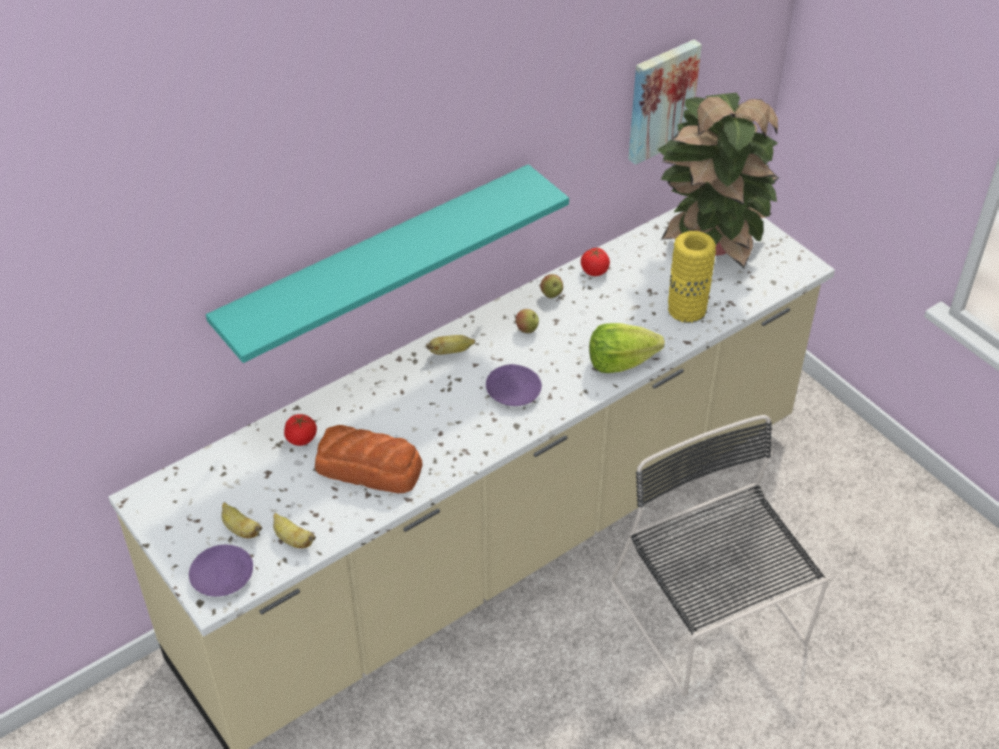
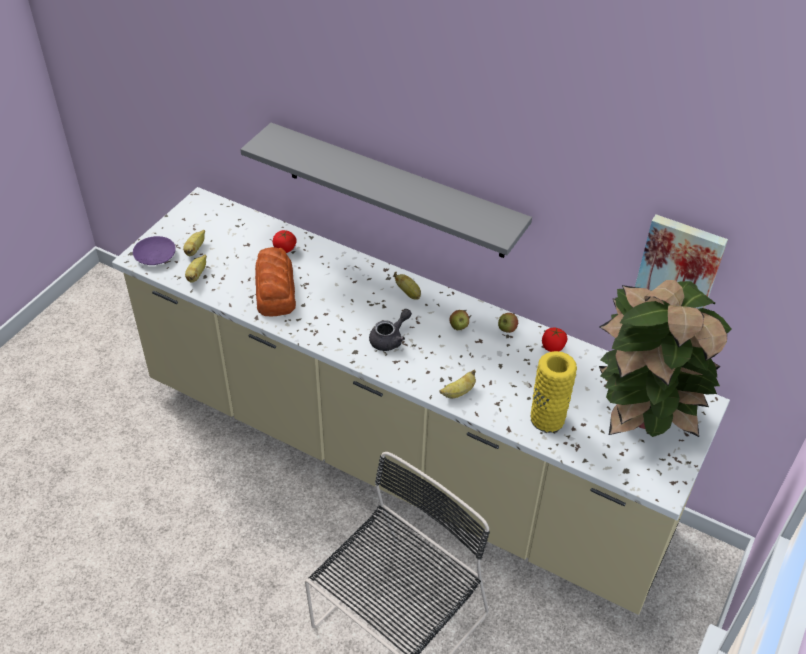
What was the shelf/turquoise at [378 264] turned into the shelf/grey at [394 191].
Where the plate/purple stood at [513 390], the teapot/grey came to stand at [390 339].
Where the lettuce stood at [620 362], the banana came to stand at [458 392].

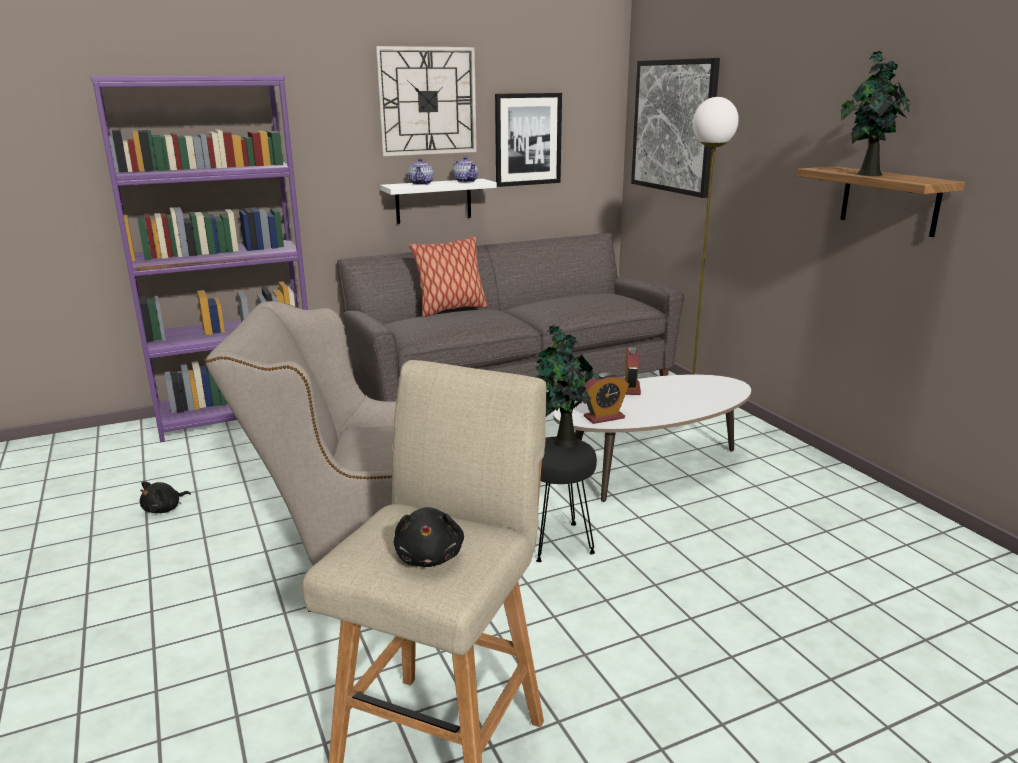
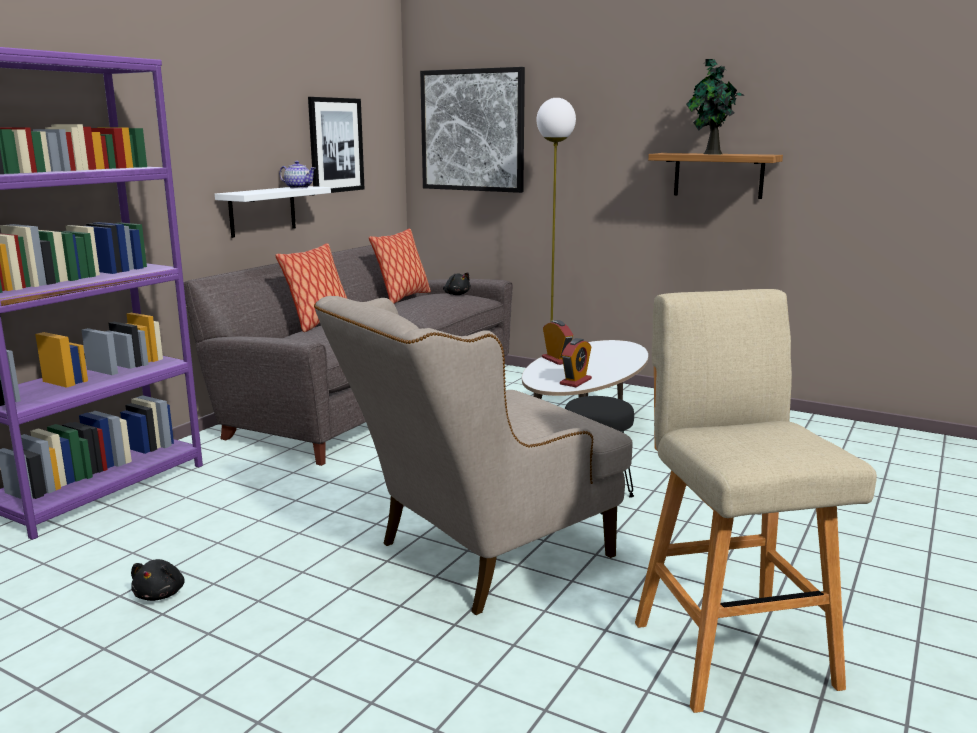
The second view lost the wall clock at [427 101].
The plush toy/black ended up elsewhere, having gone from [430 556] to [456 294].
The second view lost the teapot at [421 184].
The second view lost the potted plant at [563 442].
The second view gained the pillow at [403 297].

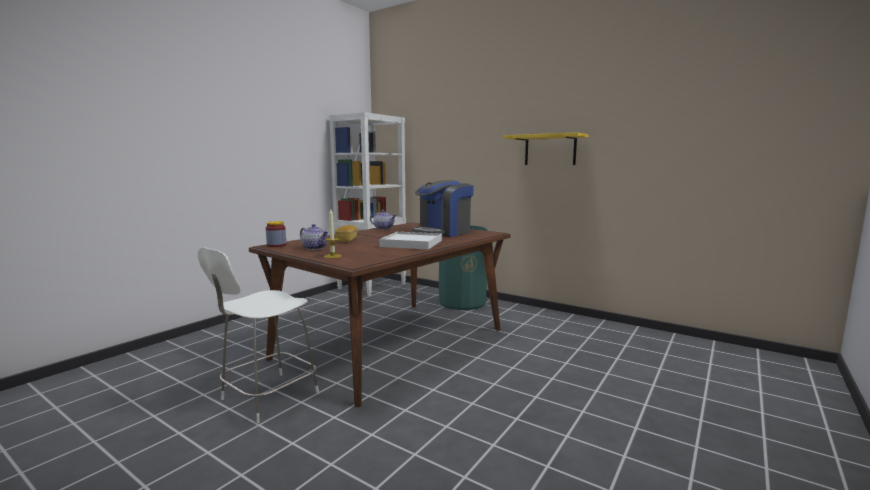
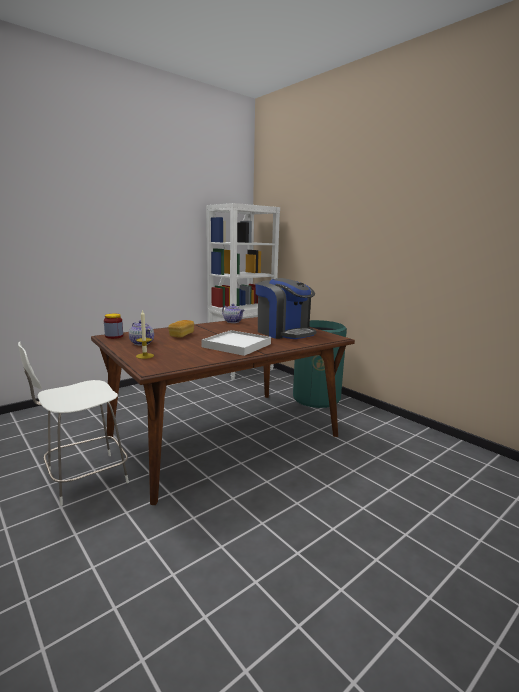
The coffee machine at [443 233] ended up facing another way, 105 degrees counterclockwise from before.
The second view lost the shelf/yellow at [550 150].

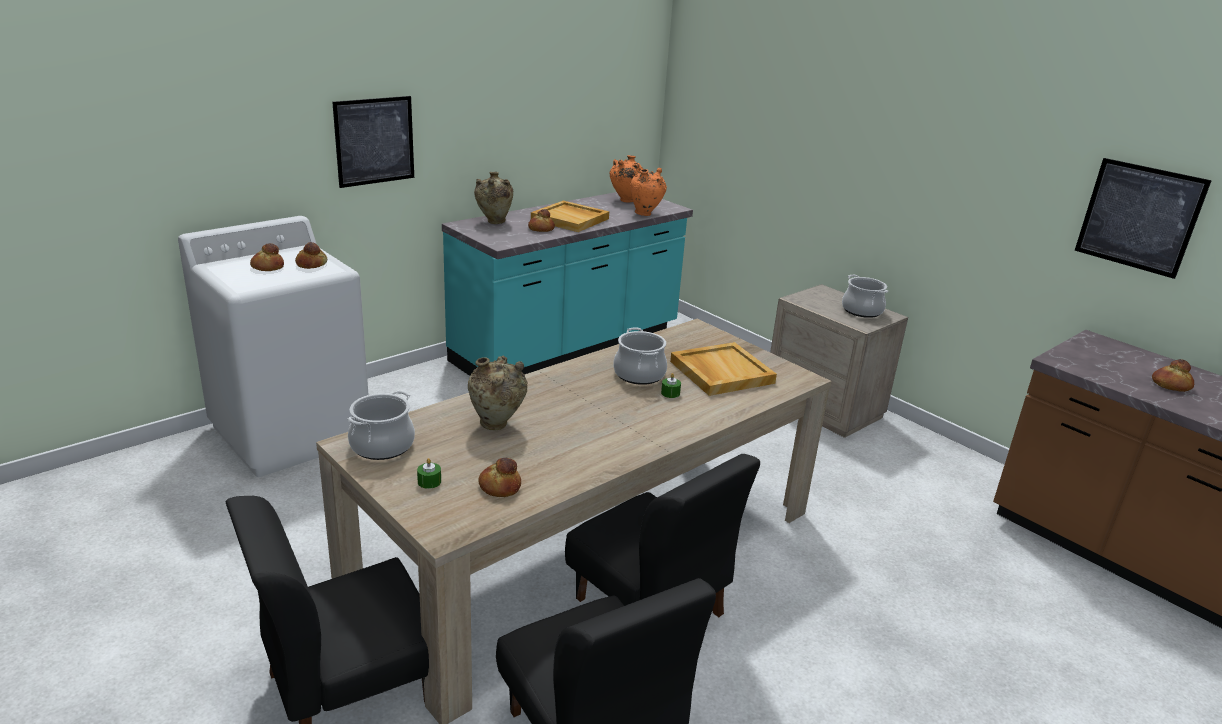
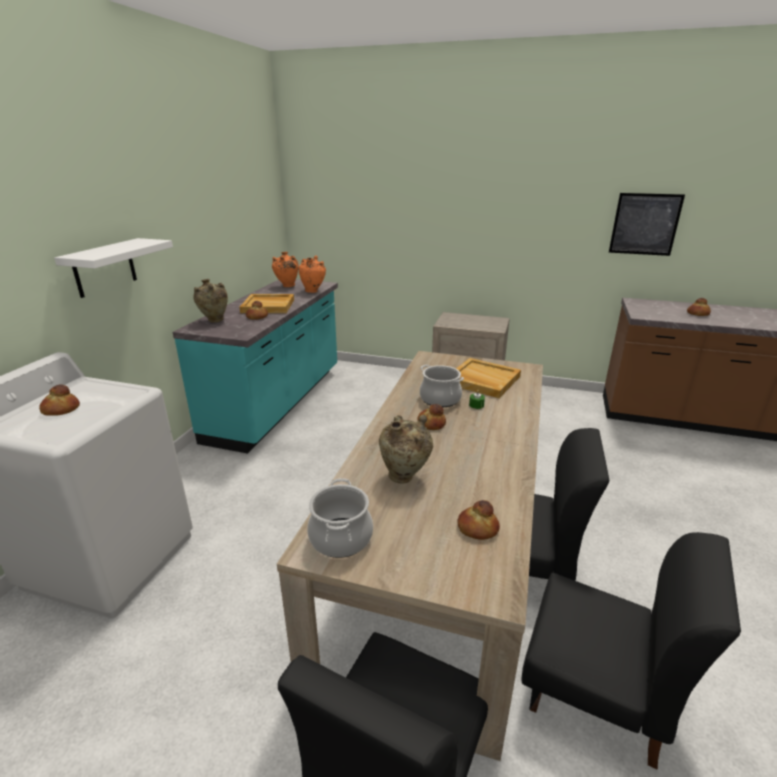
The bread ended up elsewhere, having gone from [311 264] to [431 424].
Where the picture hung at [374 141], the shelf/white came to hang at [104 267].
The second view lost the candle/green at [429 481].
The second view lost the cooking pot at [862 311].

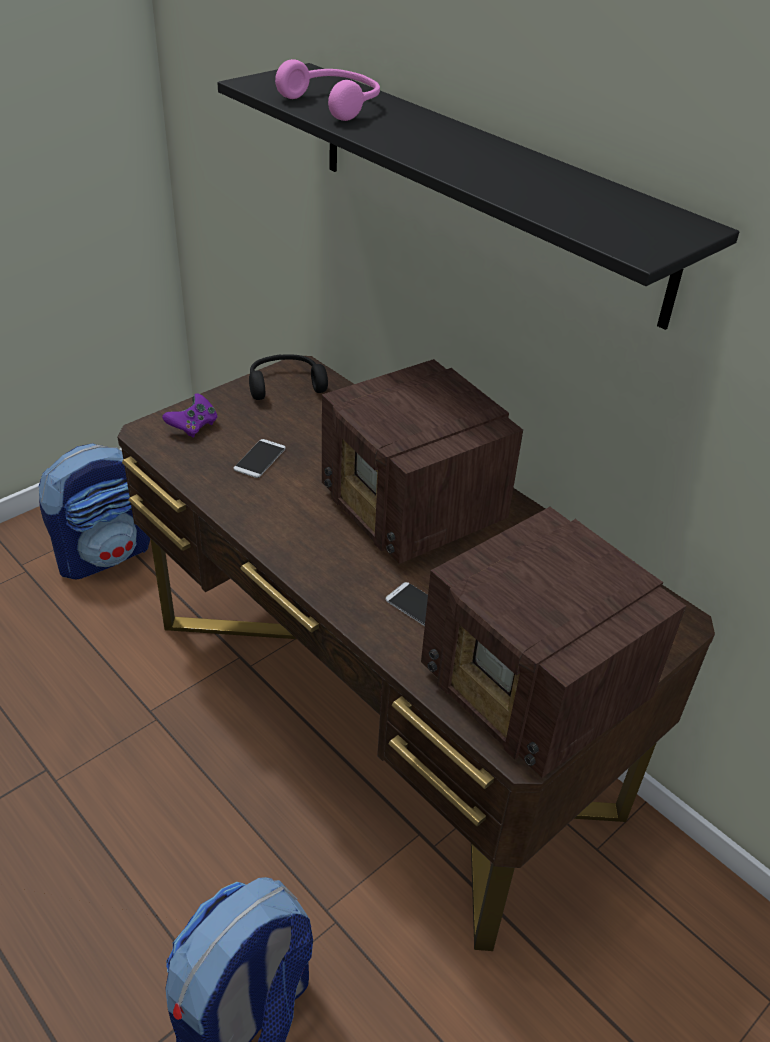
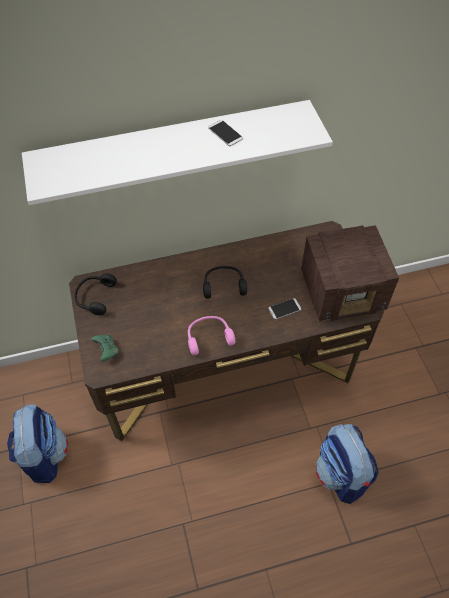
What was the game controller/purple at [193 426] turned into the game controller/green at [107 350].
What was the shelf/black at [483 187] turned into the shelf/white at [172 146].
The phone ended up elsewhere, having gone from [260 459] to [225 133].
The headphones/pink ended up elsewhere, having gone from [335 104] to [209 337].
Where the radio stood at [413 510], the headphones/black came to stand at [224 285].

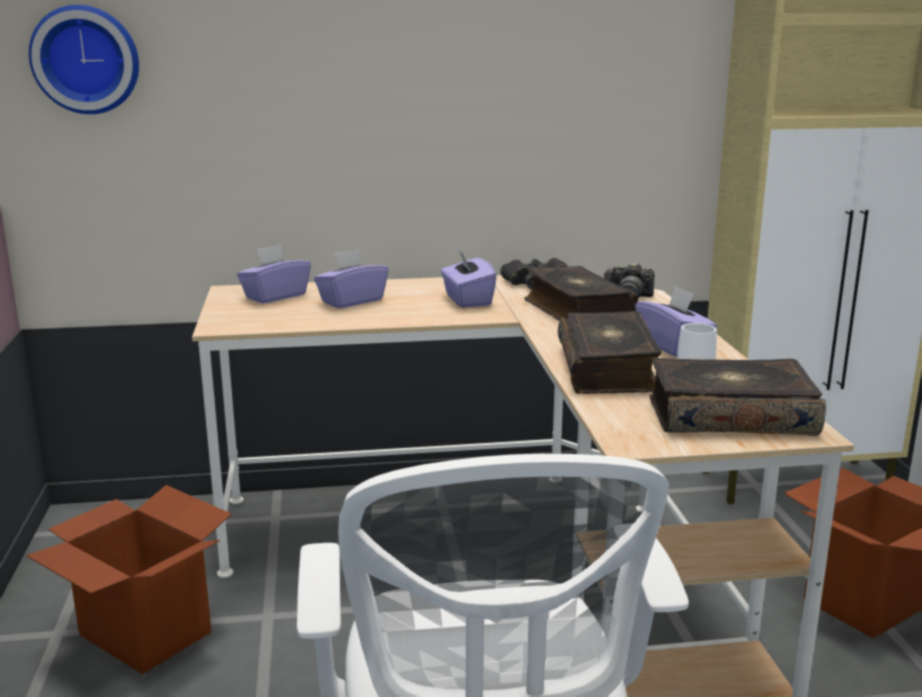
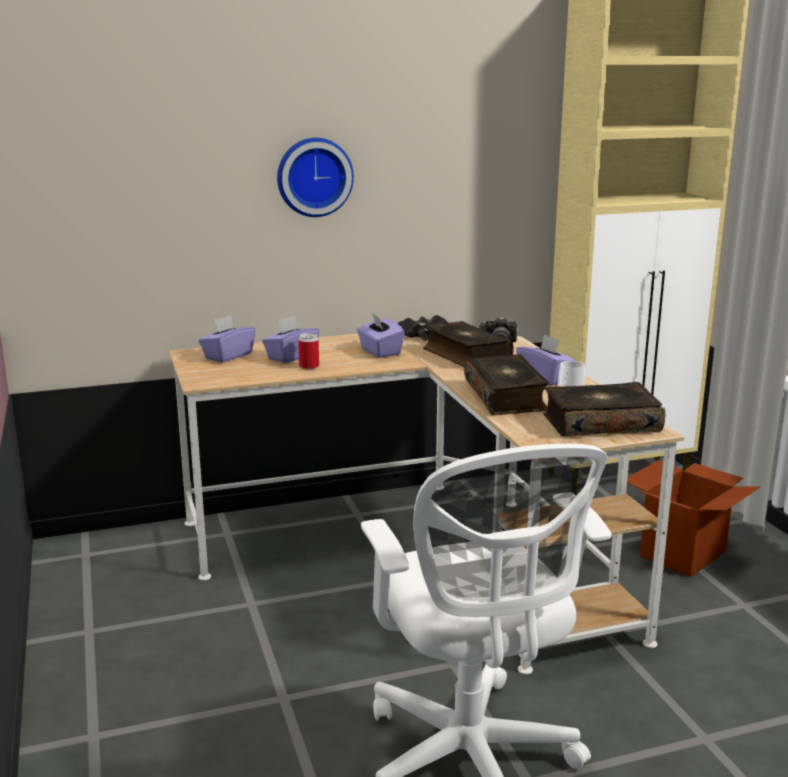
The second view lost the cardboard box at [144 633].
The wall clock ended up elsewhere, having gone from [86 59] to [314 177].
The second view gained the can at [309 366].

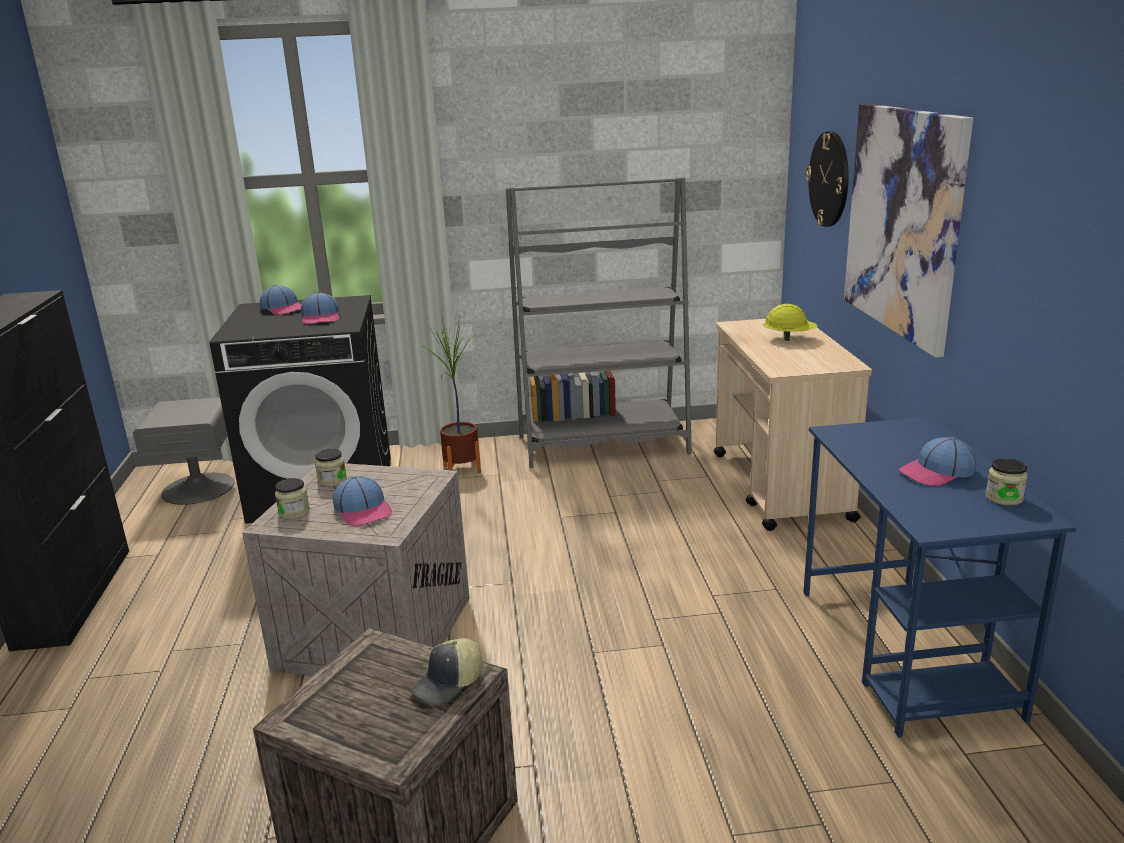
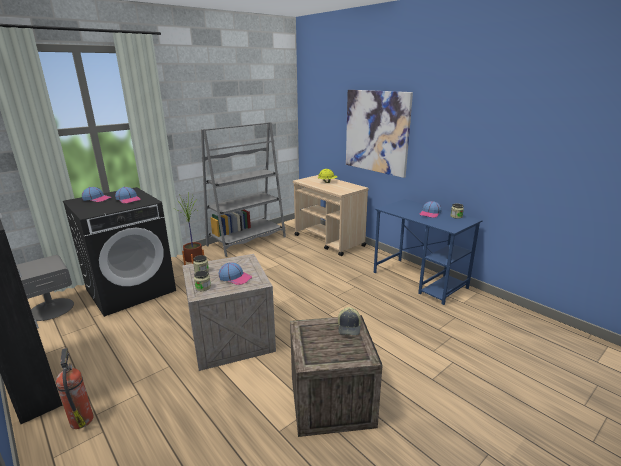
The second view lost the wall clock at [829 179].
The second view gained the fire extinguisher at [82 419].

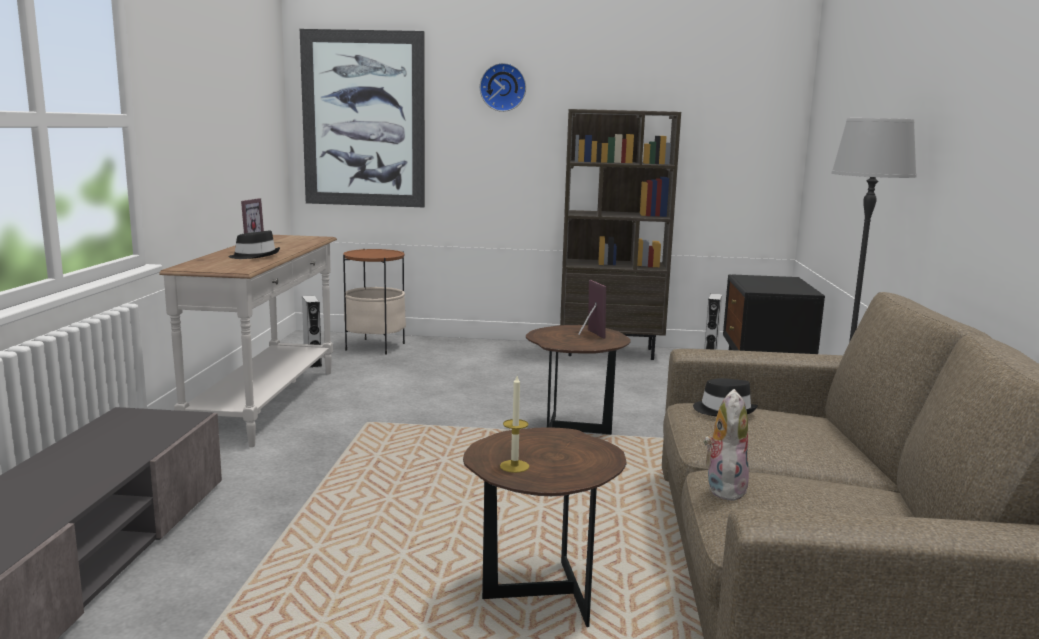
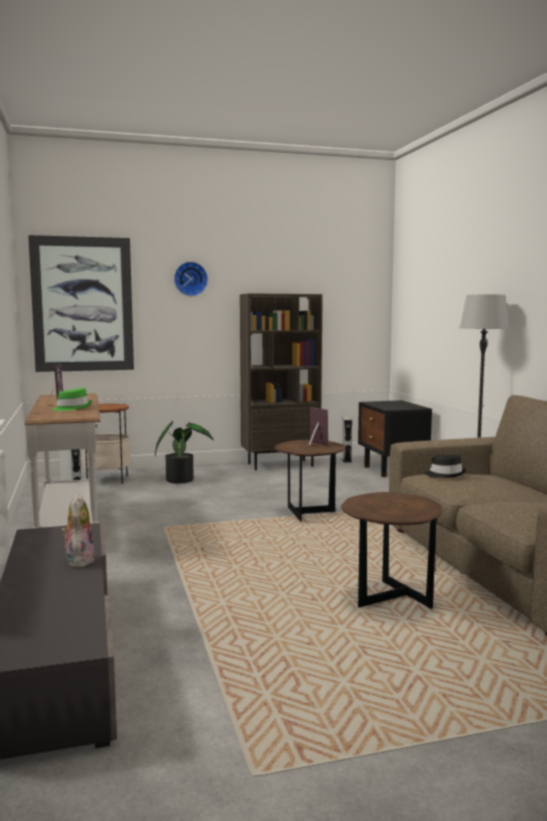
What was the hat/black at [255 256] turned into the hat/green at [72 408].
The second view lost the candle at [514 466].
The plush toy ended up elsewhere, having gone from [723 488] to [78 561].
The second view gained the potted plant at [182 479].

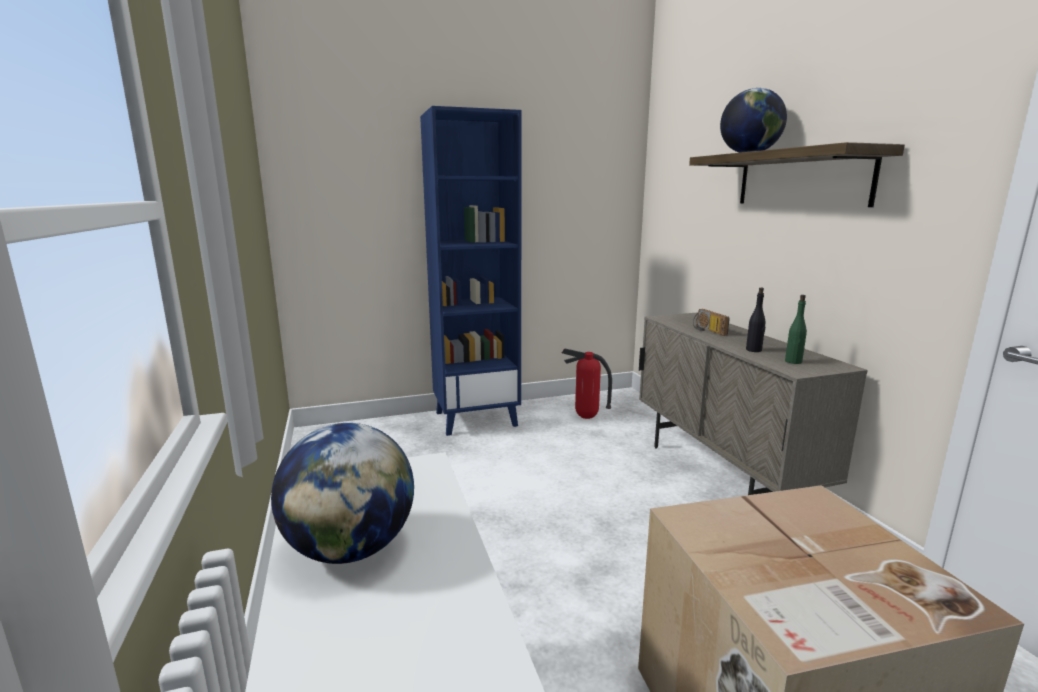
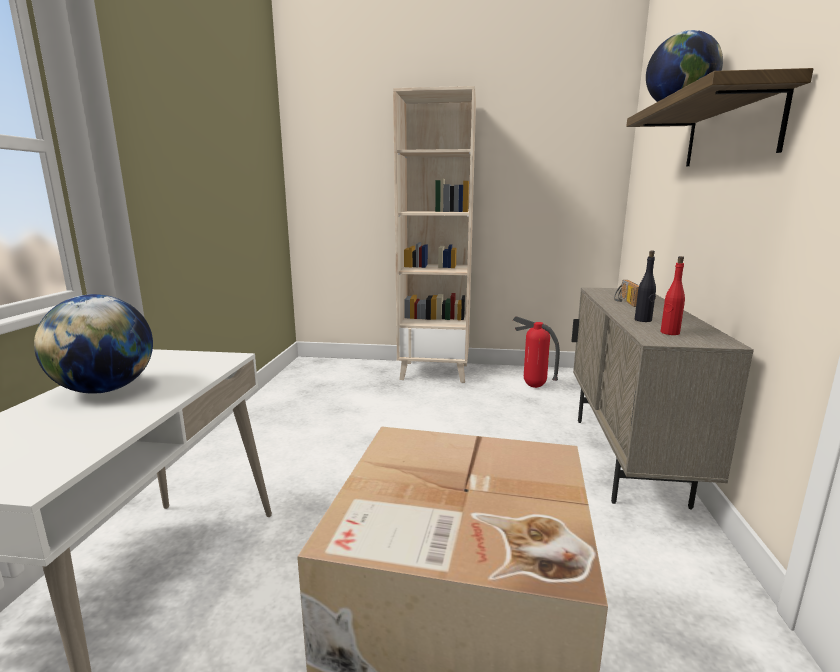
What was the bookcase/blue at [476 418] turned into the bookcase/beige at [435 372].
What was the bottle/green at [793 361] turned into the bottle/red at [669 333].

